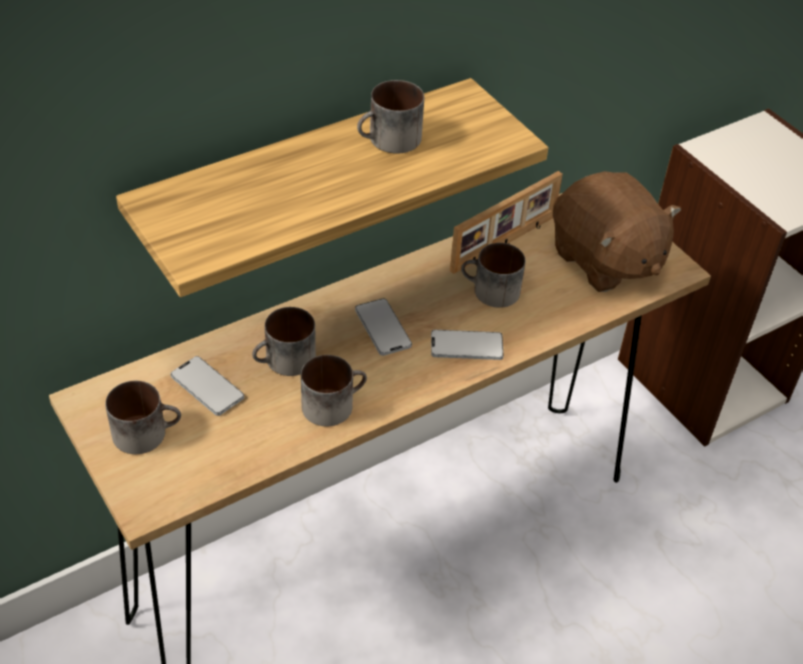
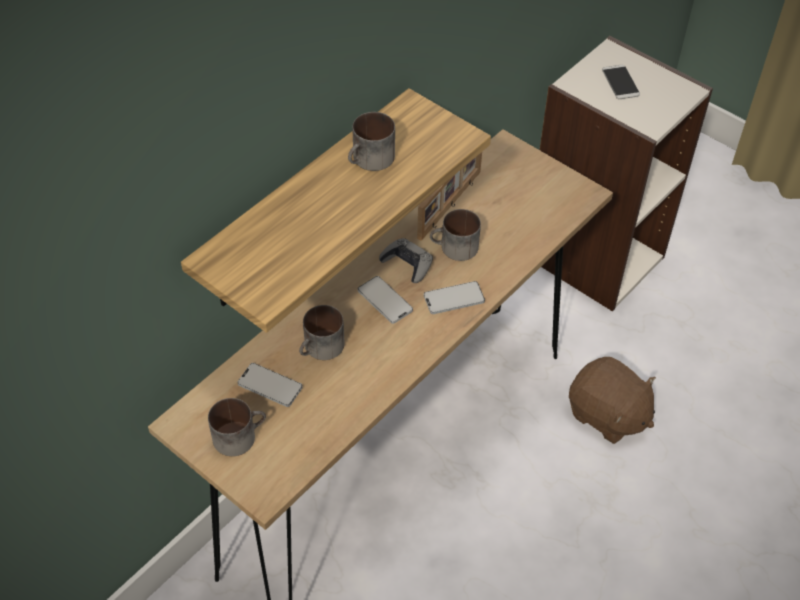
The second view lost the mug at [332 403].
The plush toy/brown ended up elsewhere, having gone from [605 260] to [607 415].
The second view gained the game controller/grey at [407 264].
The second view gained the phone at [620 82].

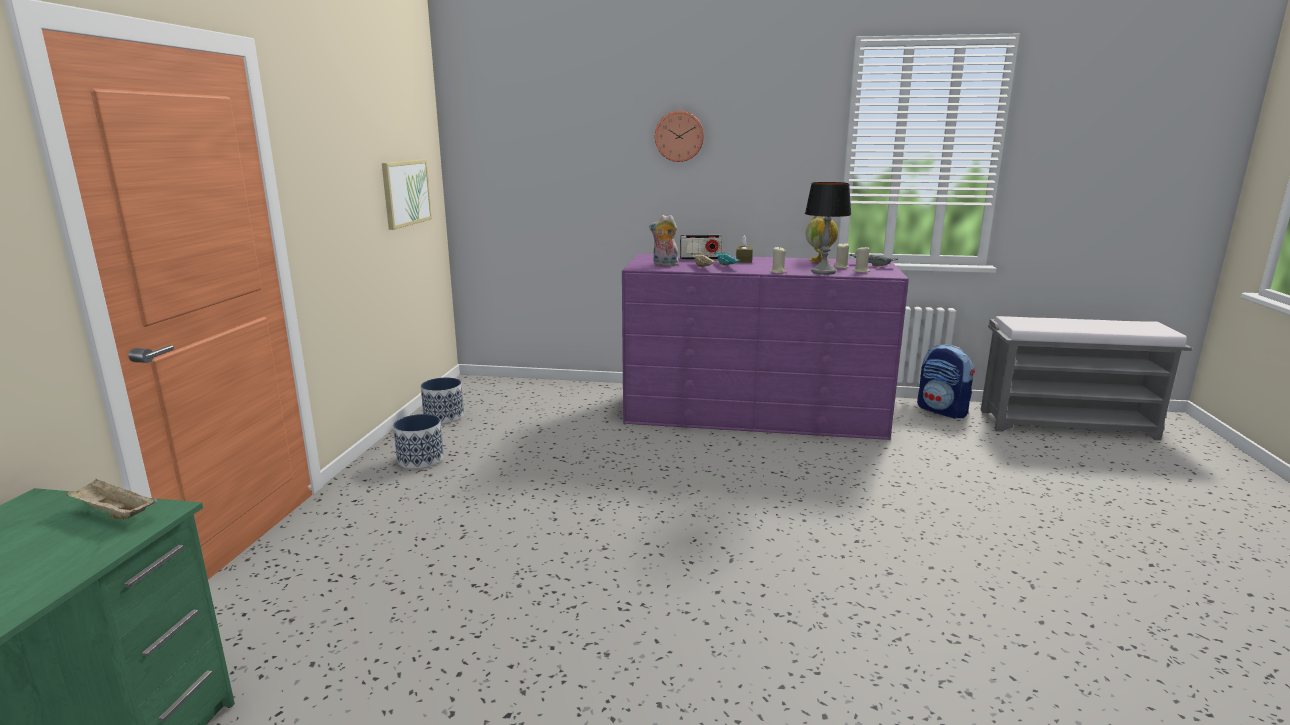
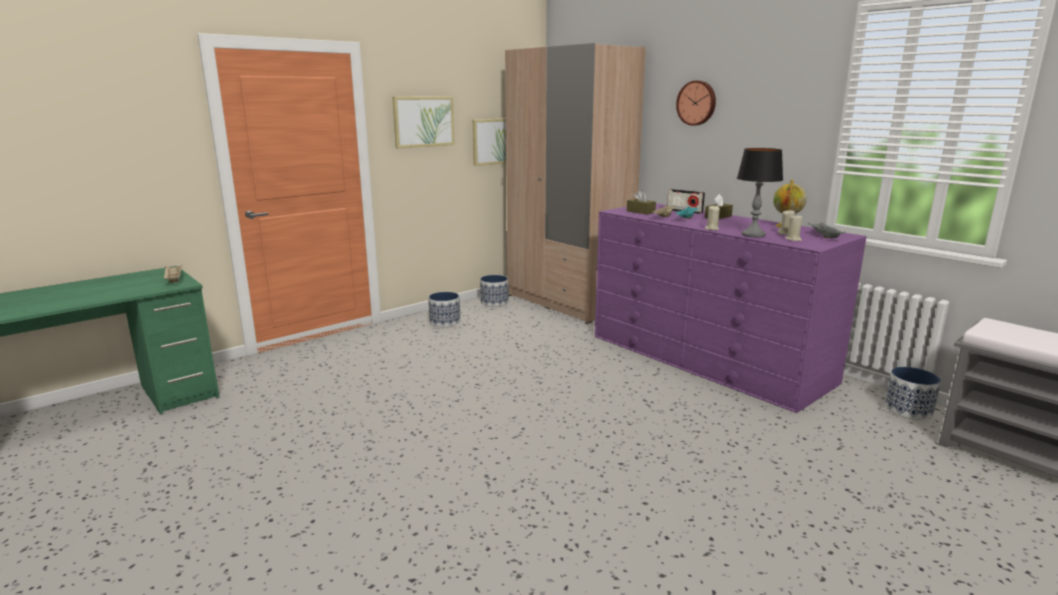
Where the plush toy stood at [664 265], the tissue box/brown came to stand at [640 212].
Where the backpack stood at [942 411], the planter came to stand at [908 410].
The second view gained the picture at [423 121].
The second view gained the wardrobe/beige at [568 302].

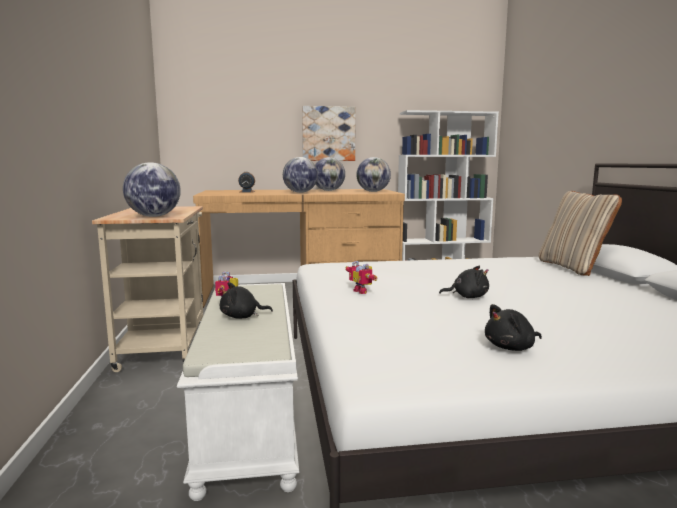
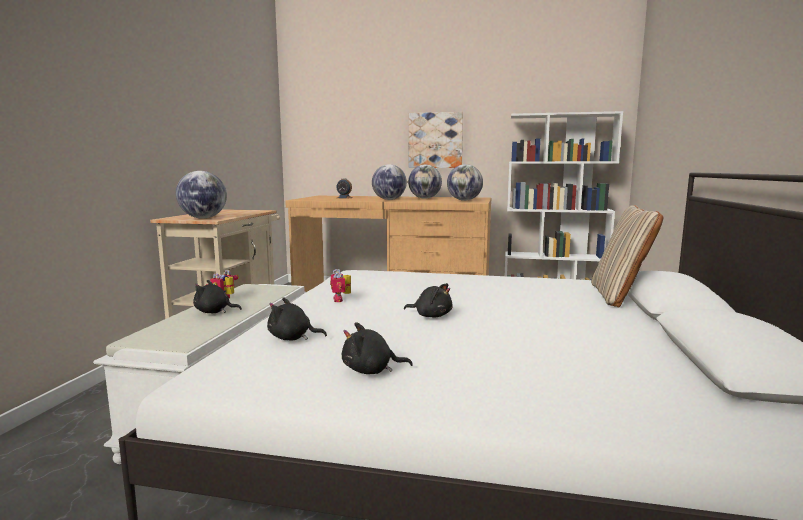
The second view gained the plush toy/black at [292 338].

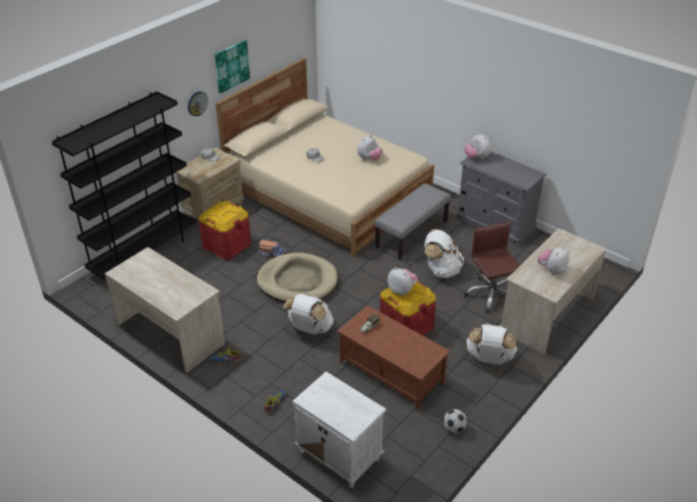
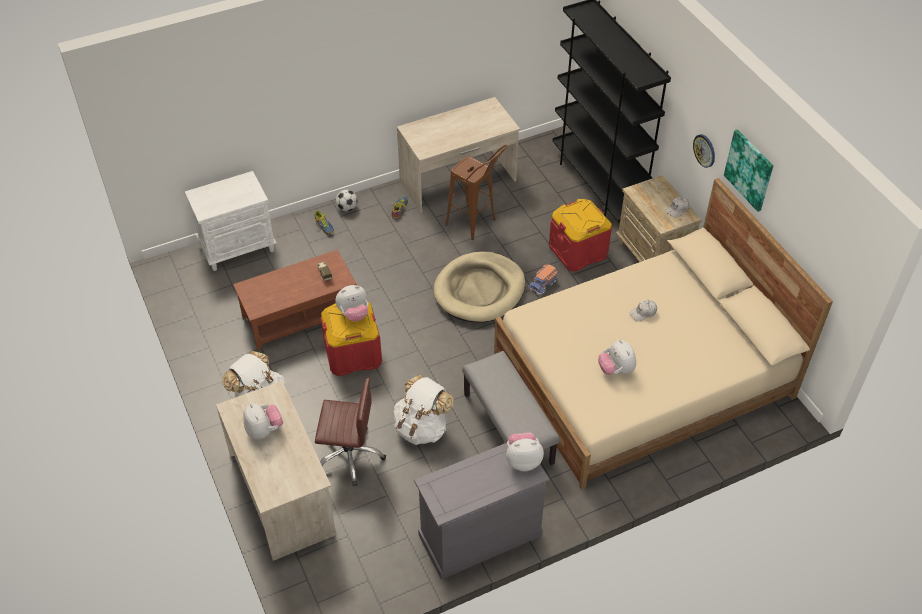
The second view lost the backpack/white at [310 328].
The football ended up elsewhere, having gone from [454 428] to [347 208].
The second view gained the stool/brown at [476 226].

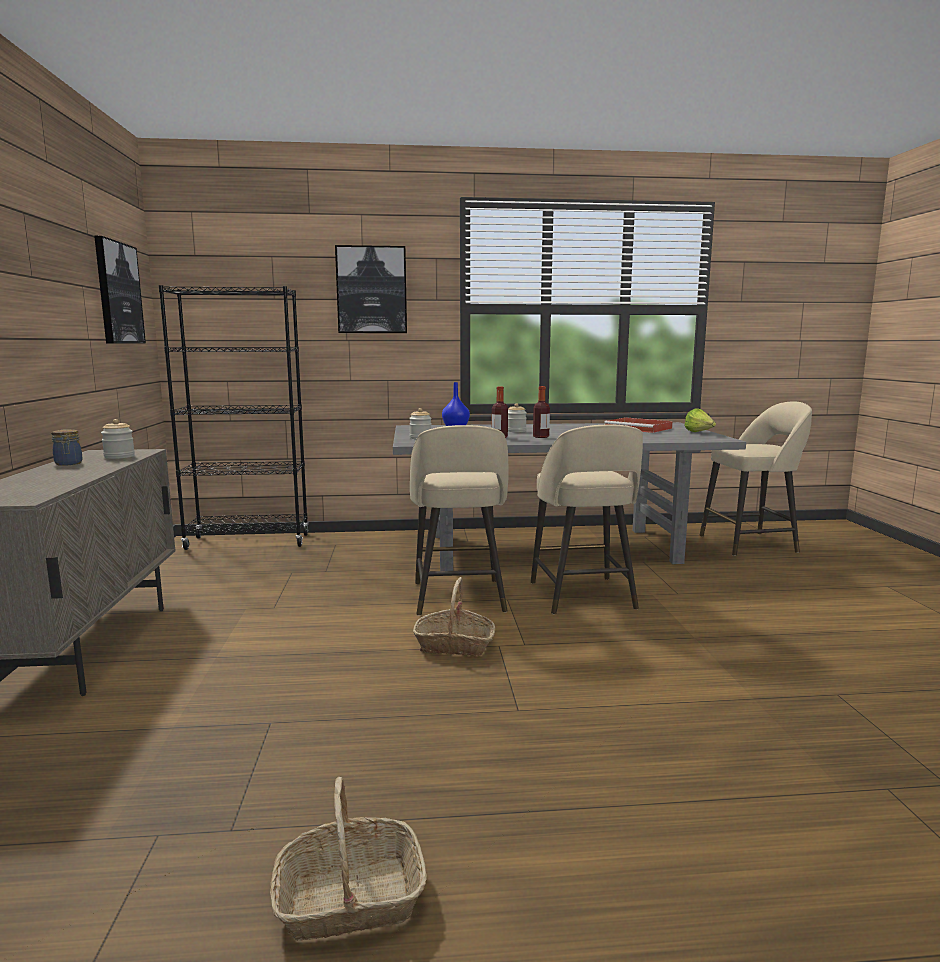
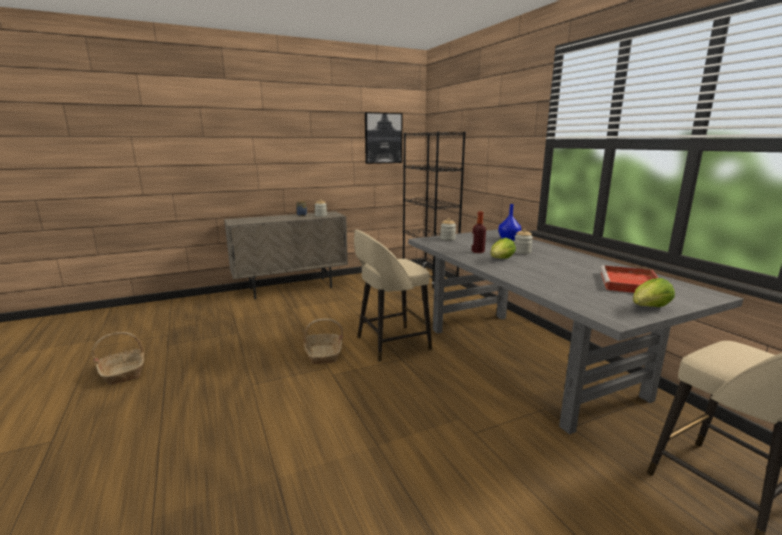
The second view lost the picture at [371 290].
The second view lost the stool/beige at [583 596].
Where the bottle stood at [541 437], the lettuce came to stand at [501 260].

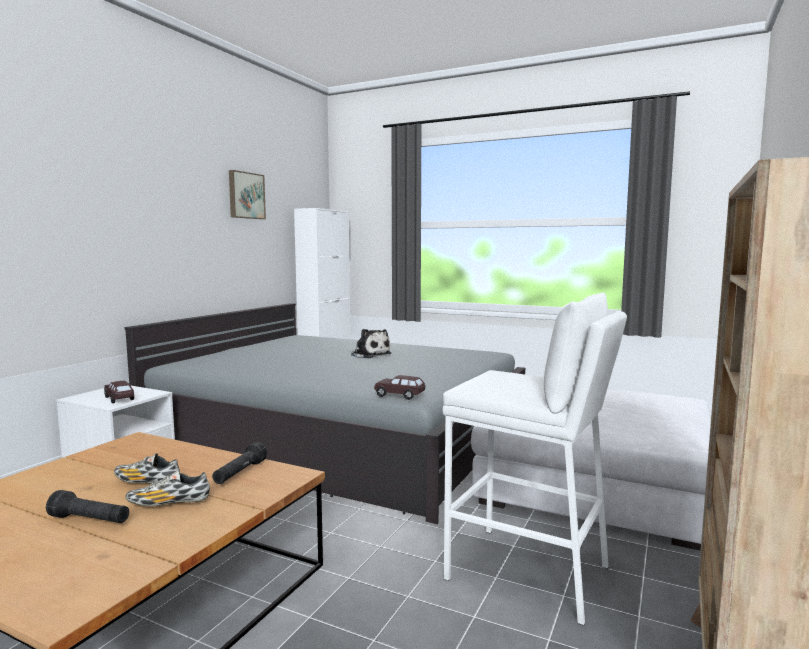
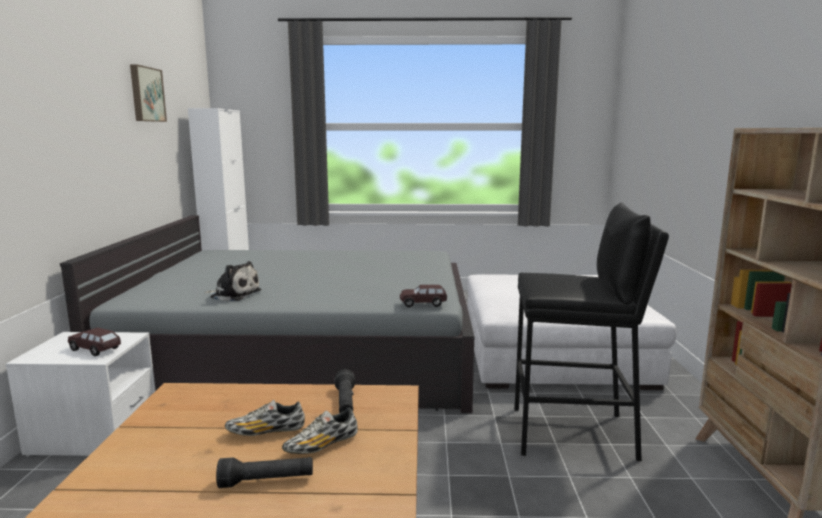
The plush toy ended up elsewhere, having gone from [369 355] to [234 294].
What was the stool/white at [528 572] turned into the stool/black at [573 433].

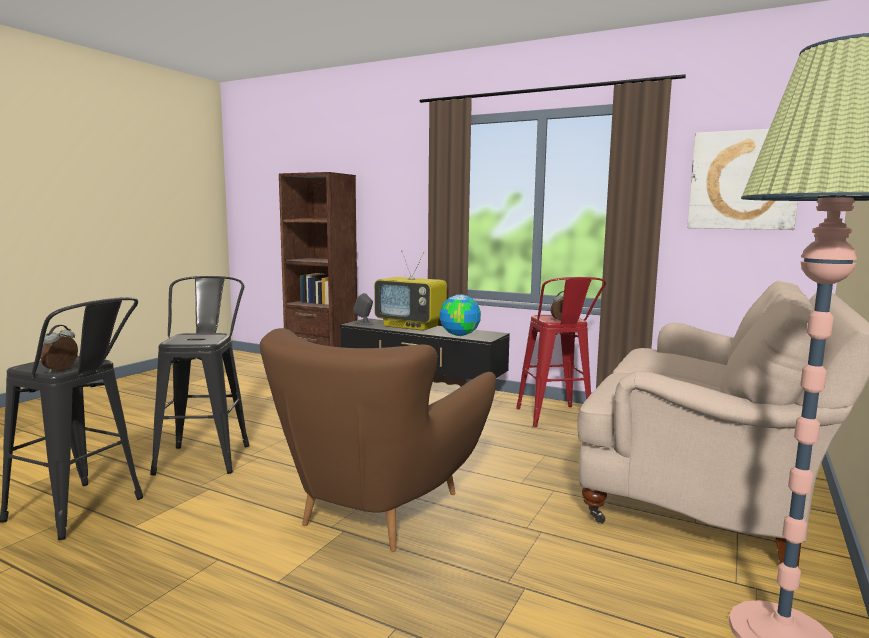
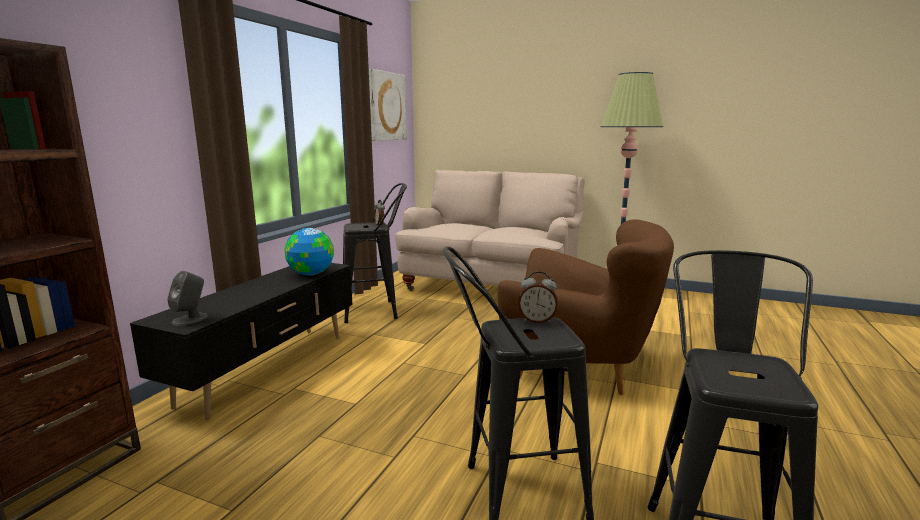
The alarm clock ended up elsewhere, having gone from [62 370] to [537 320].
The second view lost the television at [411 326].
What was the stool/red at [556 419] turned into the stool/black at [377 311].

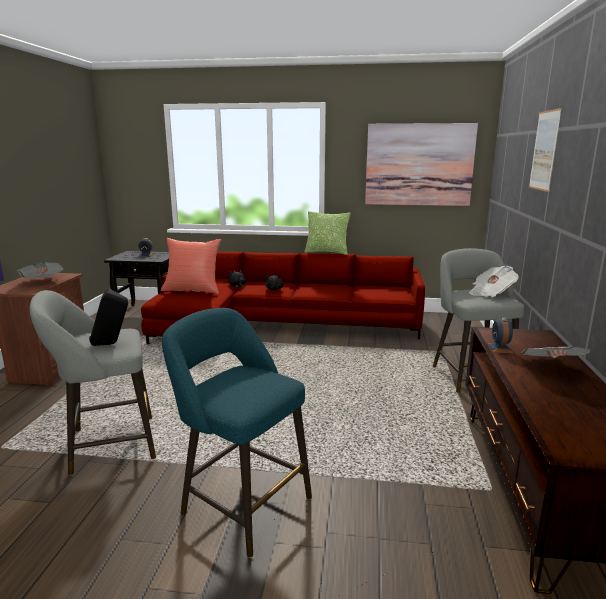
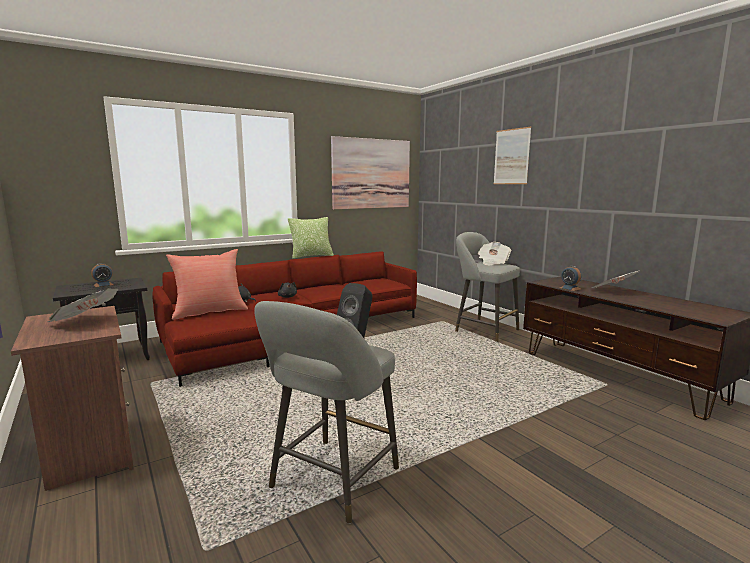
The second view lost the stool/turquoise at [242 503].

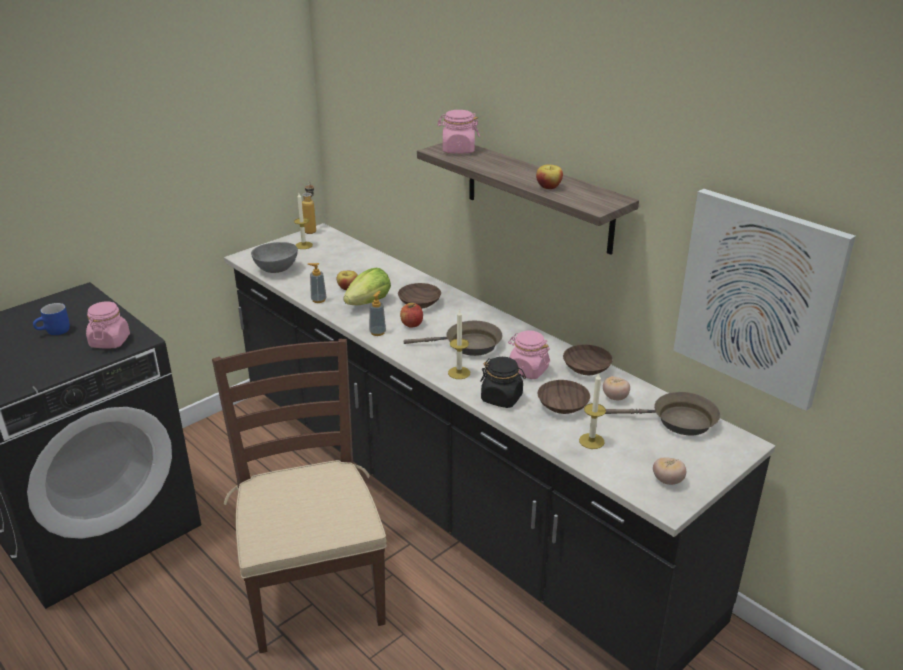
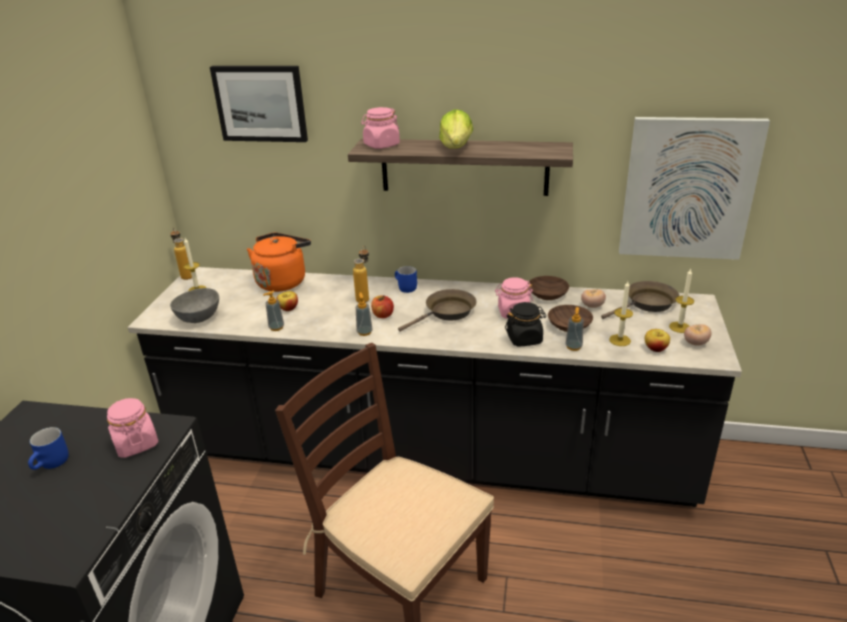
The lettuce ended up elsewhere, having gone from [369 303] to [456 148].
Where the bowl/brown stood at [418 302], the bottle came to stand at [364 297].
The candle ended up elsewhere, having gone from [459 373] to [679 327].
The apple ended up elsewhere, having gone from [548 187] to [655 348].
The second view gained the picture at [260 103].
The second view gained the kettle/orange at [283 281].
The second view gained the mug/blue at [404 288].
The second view gained the soap dispenser at [573 347].

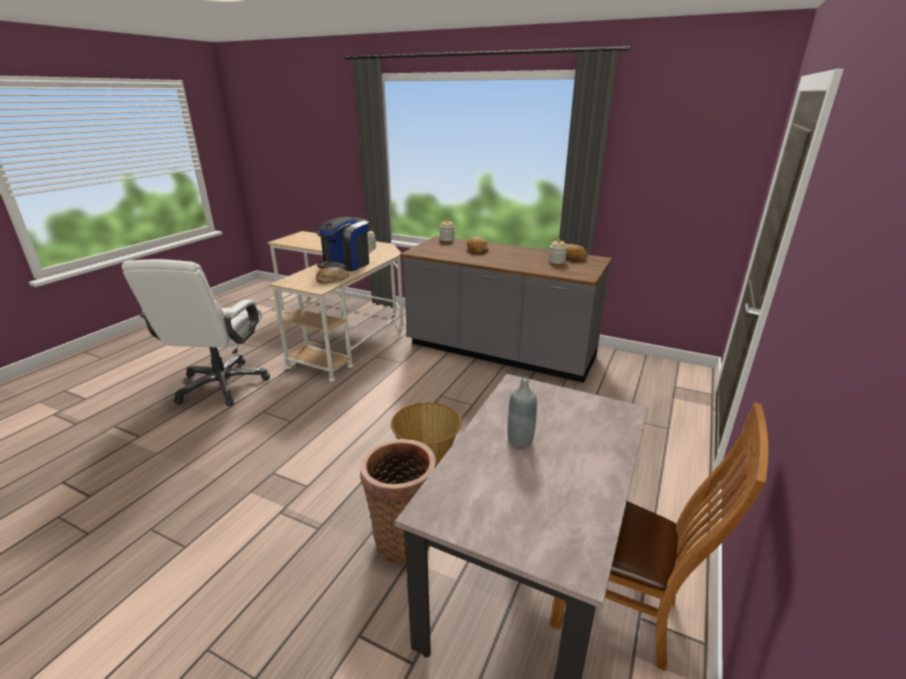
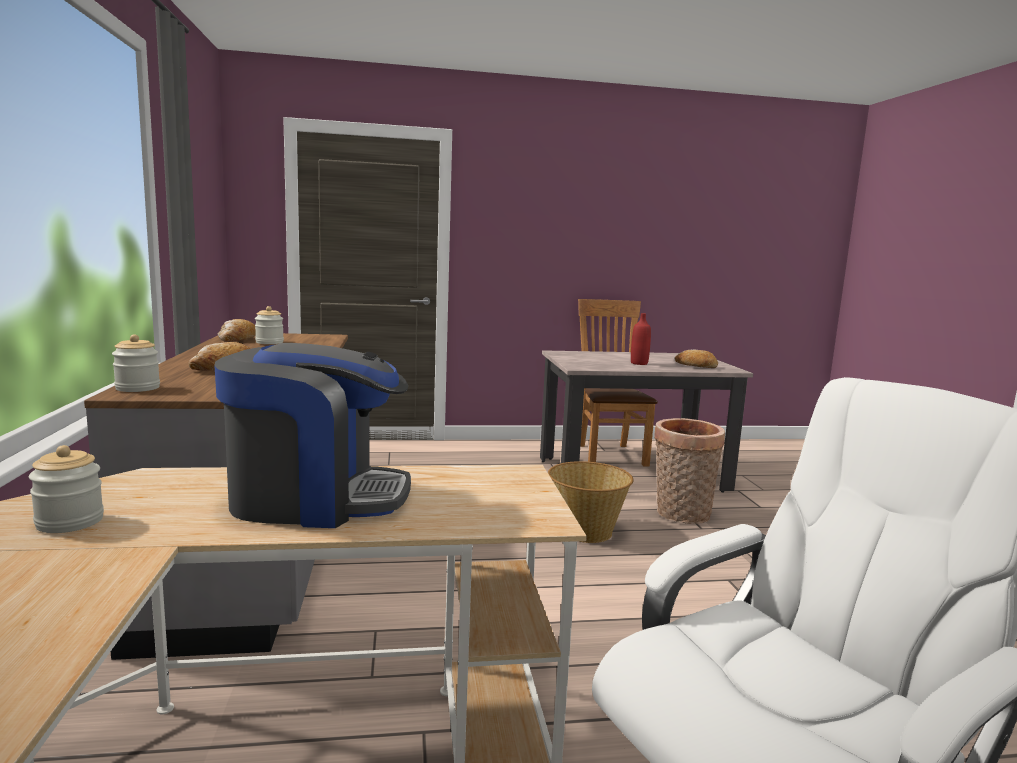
The bread ended up elsewhere, having gone from [332 280] to [696 366].
What was the bottle/grey at [520 440] turned into the bottle/red at [639 363].

